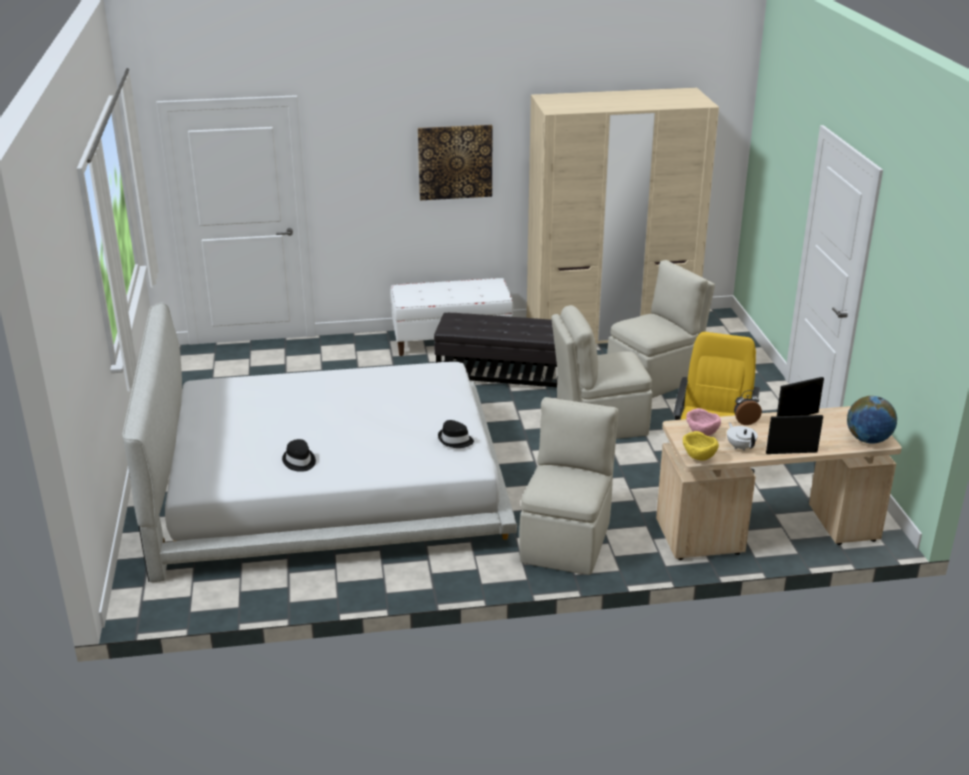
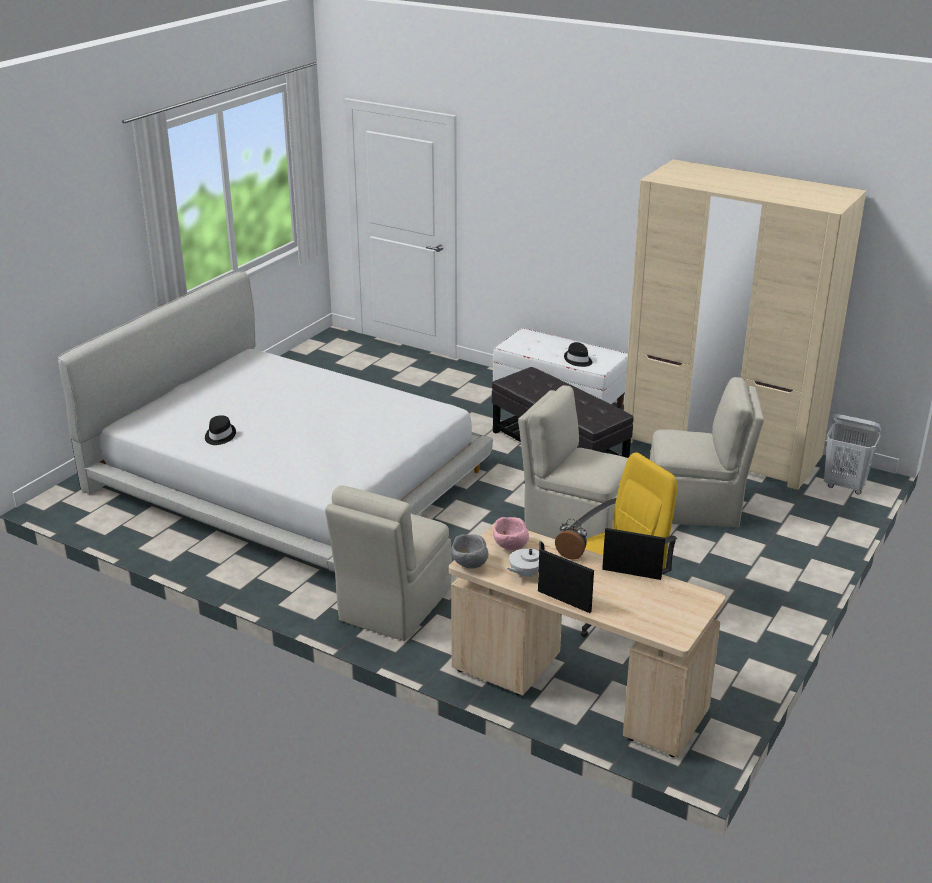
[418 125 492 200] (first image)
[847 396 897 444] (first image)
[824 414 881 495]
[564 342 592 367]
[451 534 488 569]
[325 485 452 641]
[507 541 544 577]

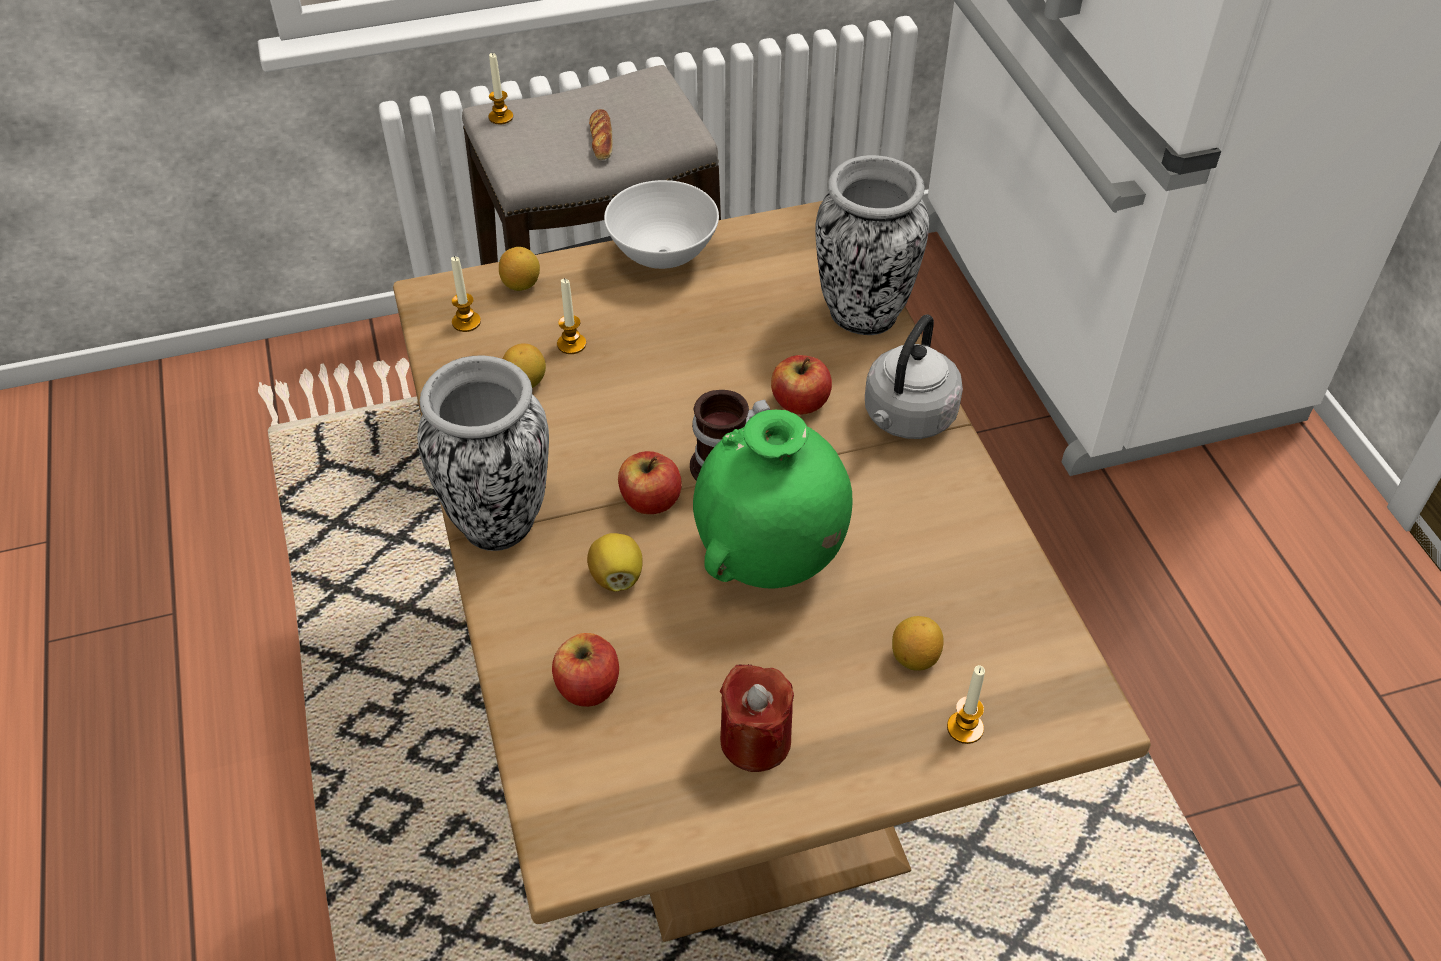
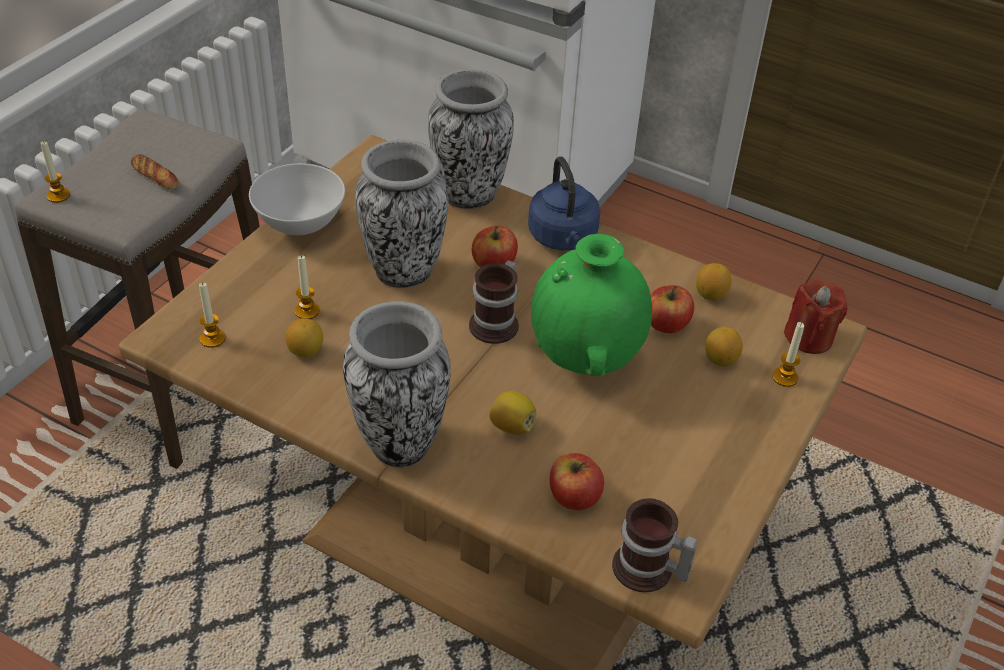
[355 140 449 288]
[612 498 698 592]
[696 263 732 301]
[650 285 694 333]
[784 278 847 354]
[528 157 600 250]

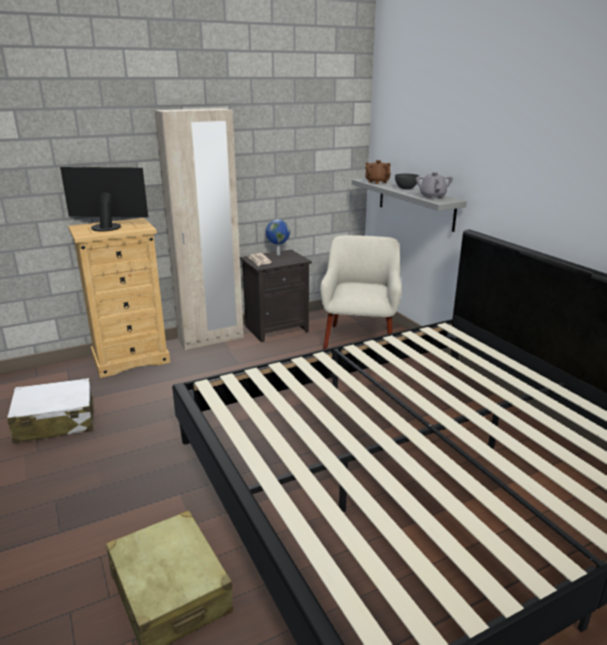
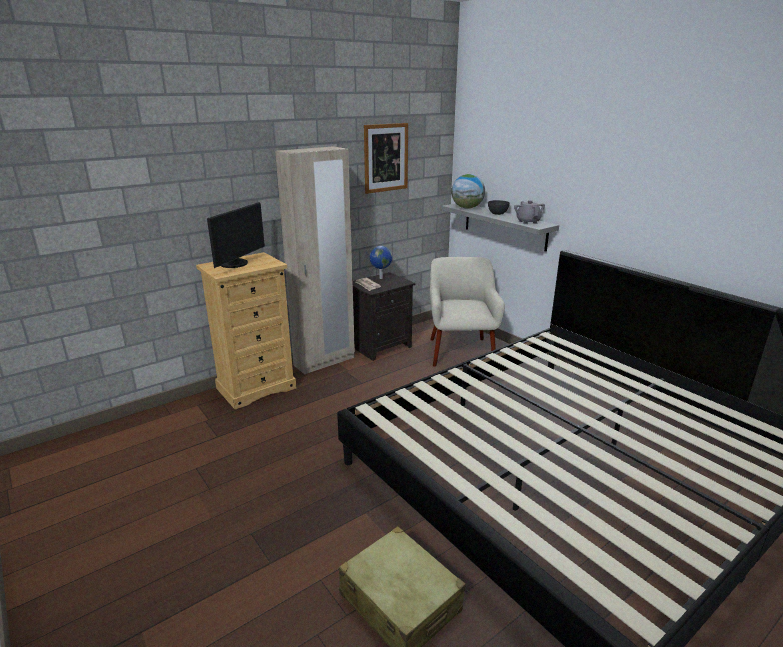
[7 378 94 443] (first image)
[364 123 408 194]
[451 174 485 209]
[207 202 265 268]

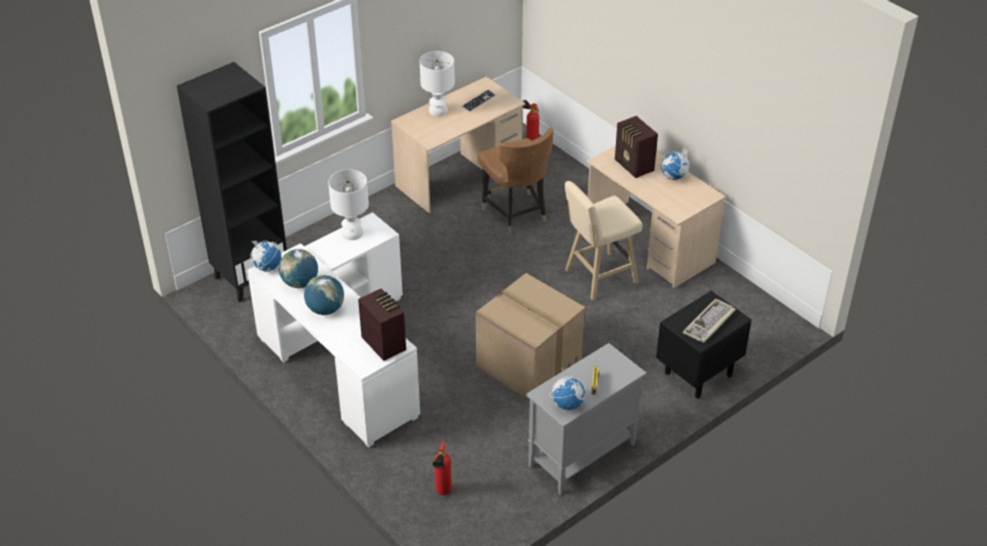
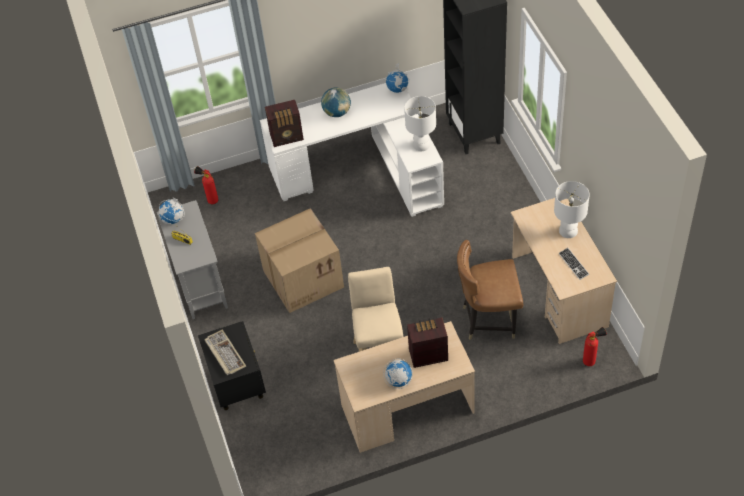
[279 249 318 288] (first image)

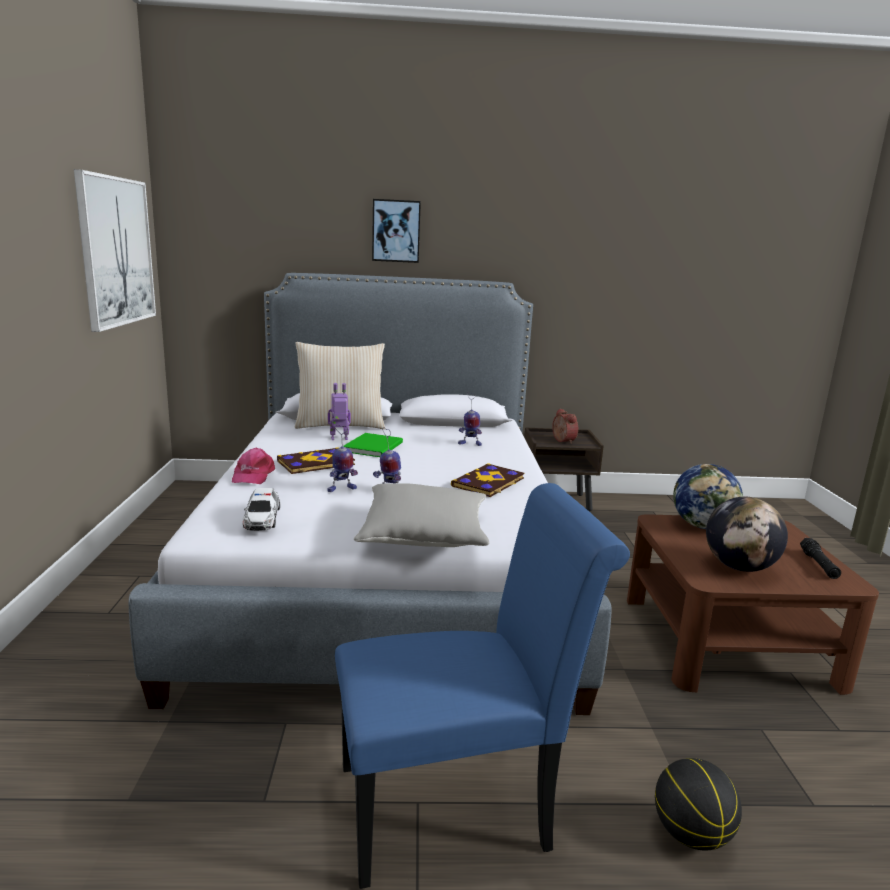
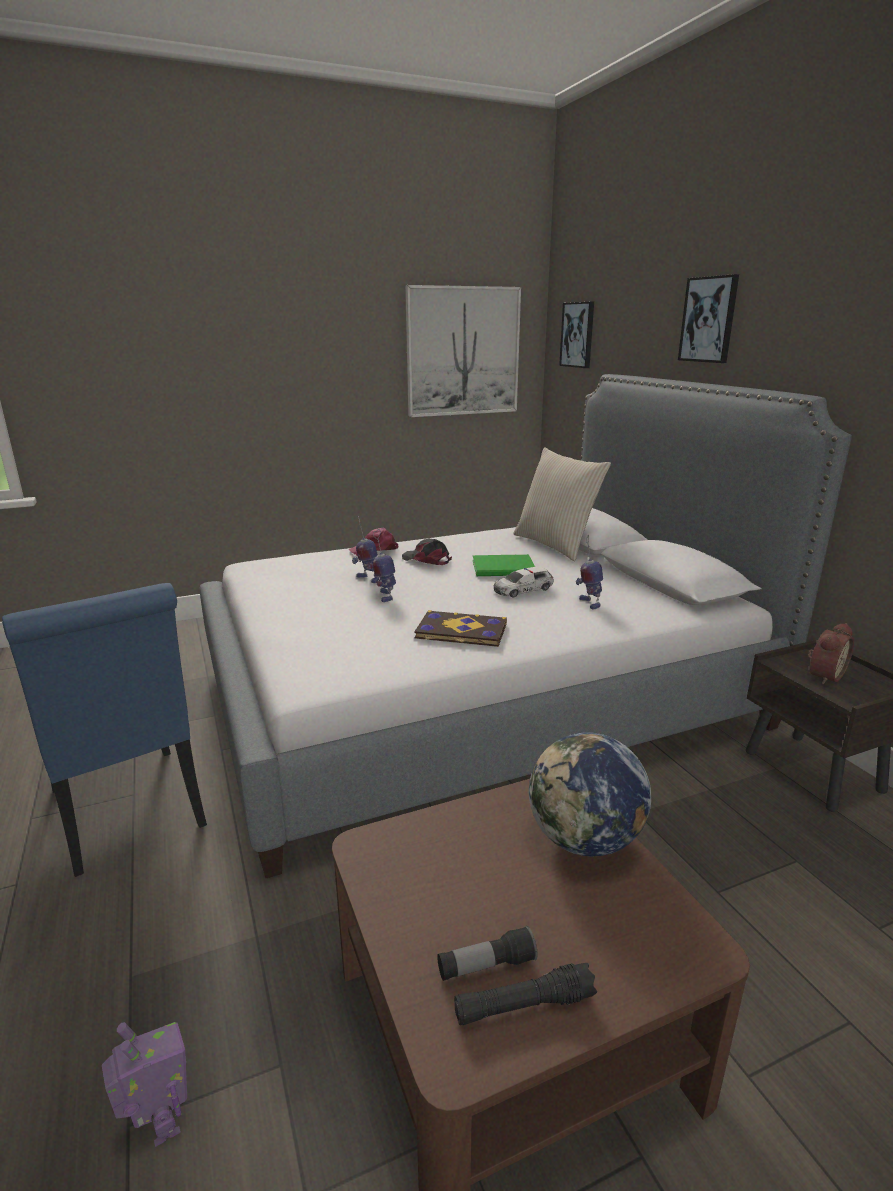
[354 483 490 547] (first image)
[655 758 742 850] (first image)
[706 497 788 572] (first image)
[437 926 538 981]
[559 302 594 368]
[494 567 554 598]
[102 1022 187 1147]
[402 538 452 565]

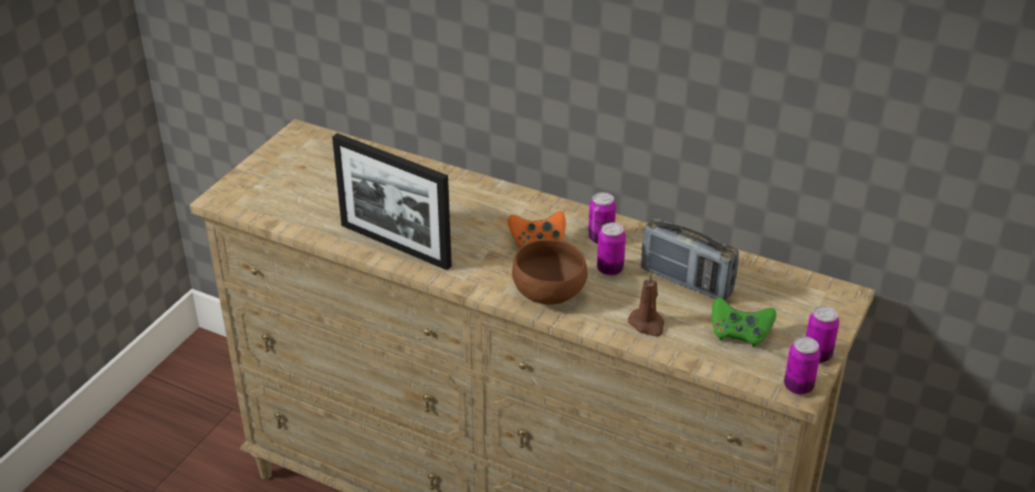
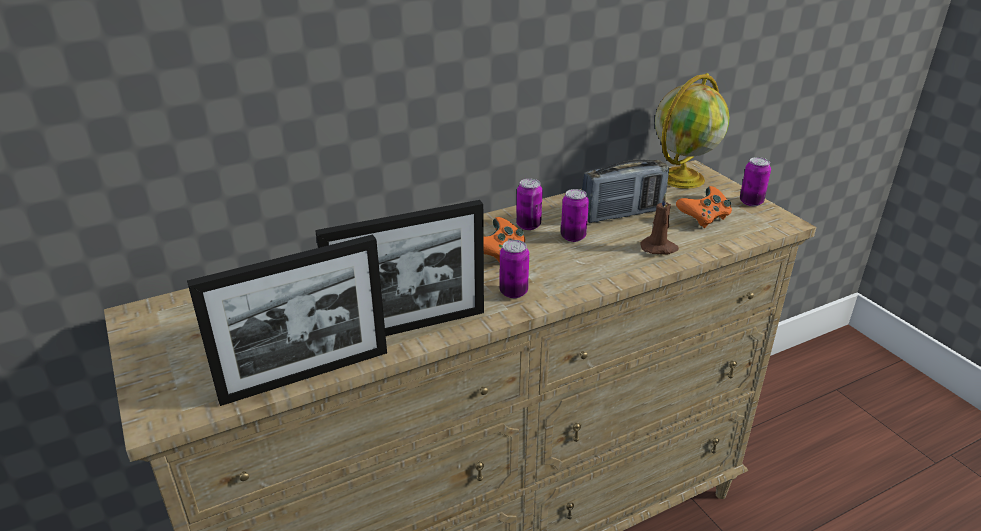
[512 240 588 305] (first image)
[187 234 387 406]
[655 73 729 189]
[499 240 529 298]
[676 186 732 228]

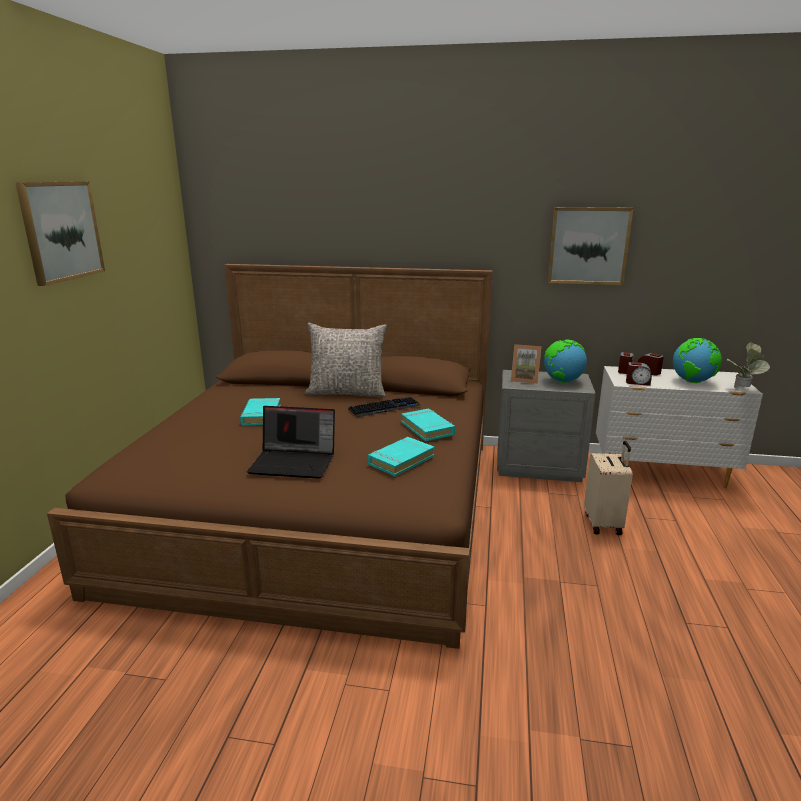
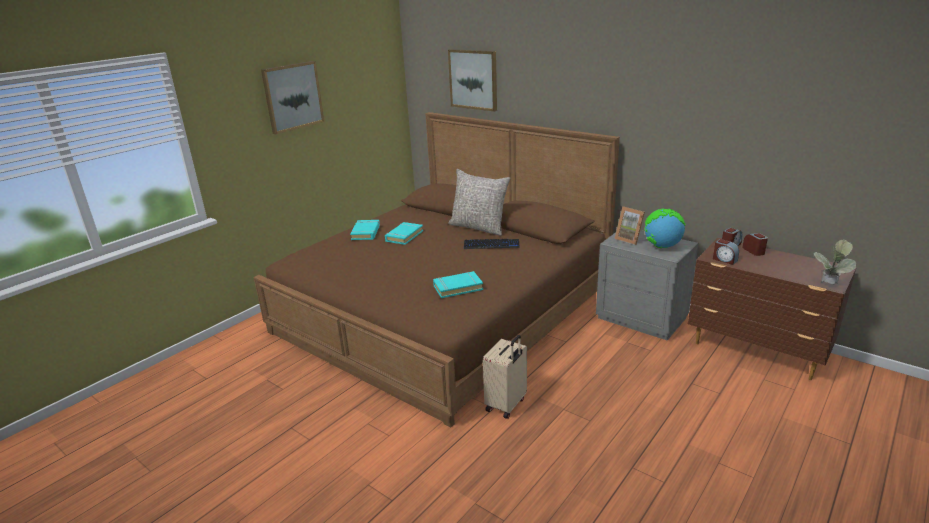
[247 406 335 479] (first image)
[673 338 722 383] (first image)
[350 220 380 240]
[448 49 497 112]
[483 335 527 419]
[688 238 856 380]

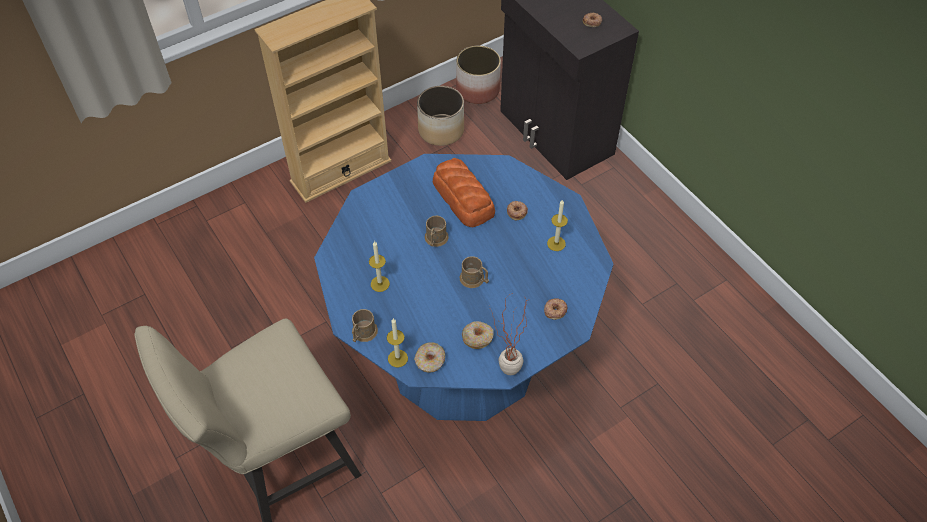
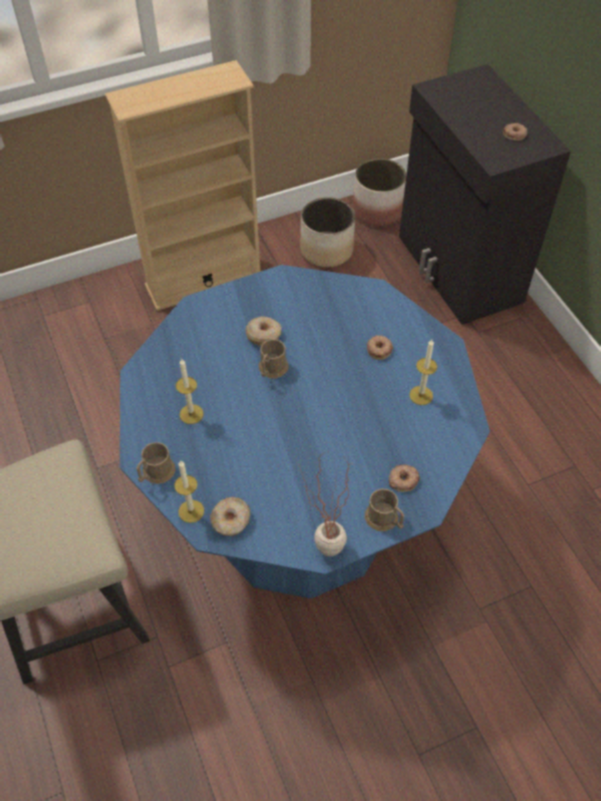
[433 158 495 227] (first image)
[365 489 404 531]
[246 316 282 346]

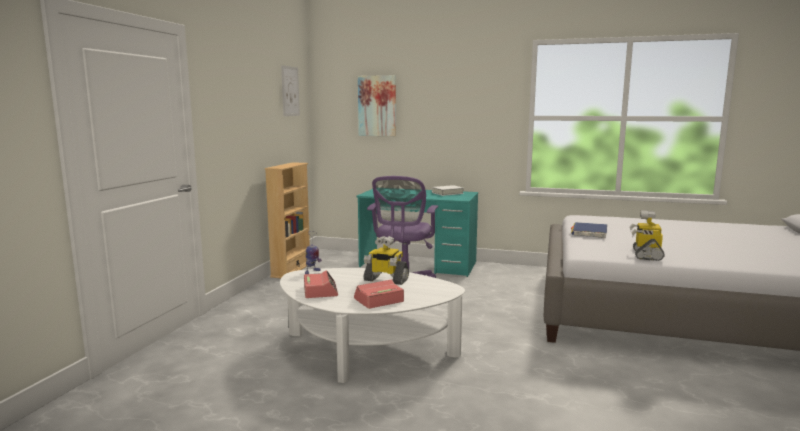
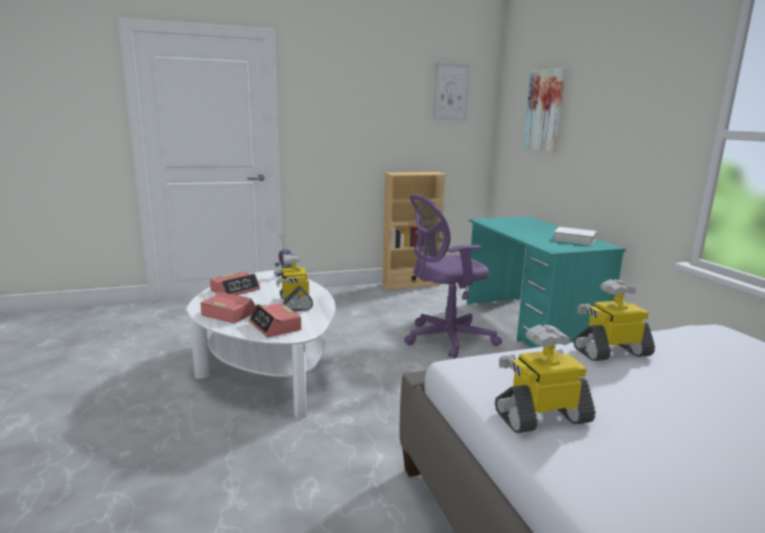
[249 303 301 338]
[573 279 655 361]

